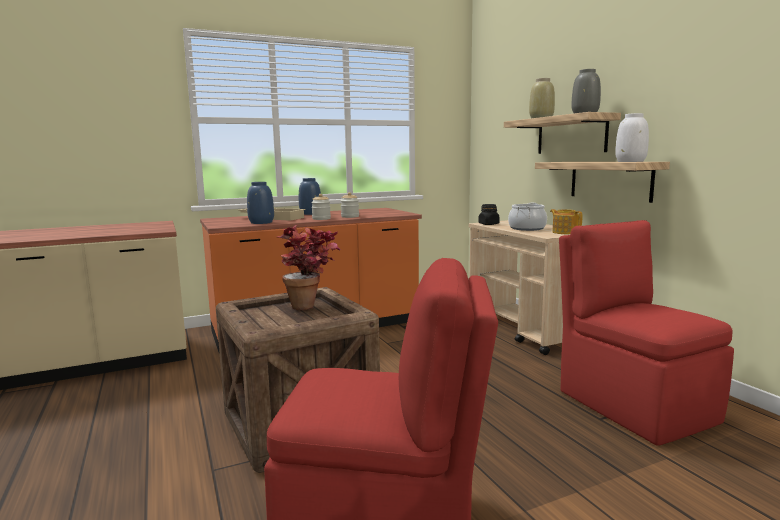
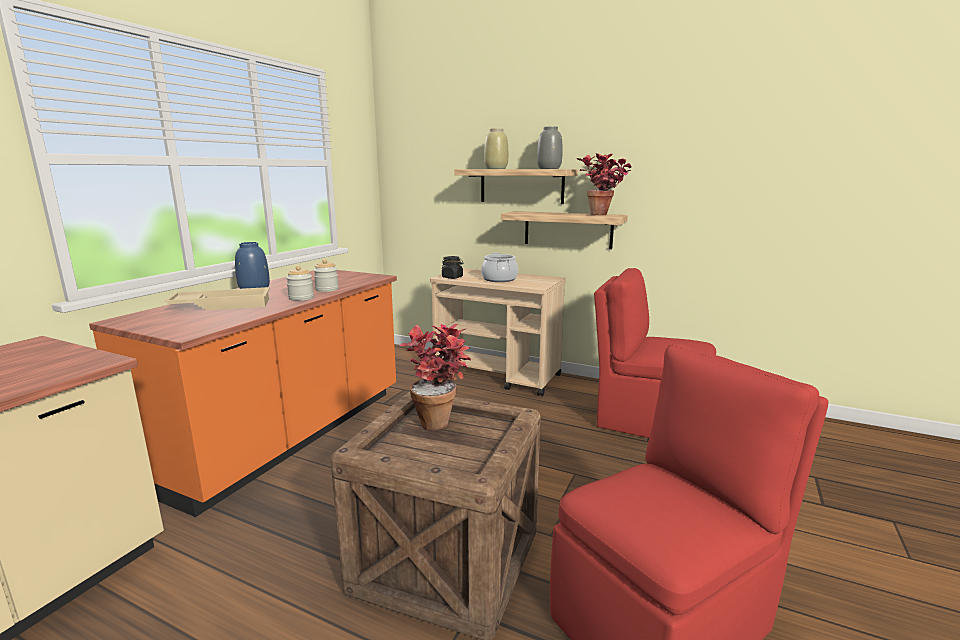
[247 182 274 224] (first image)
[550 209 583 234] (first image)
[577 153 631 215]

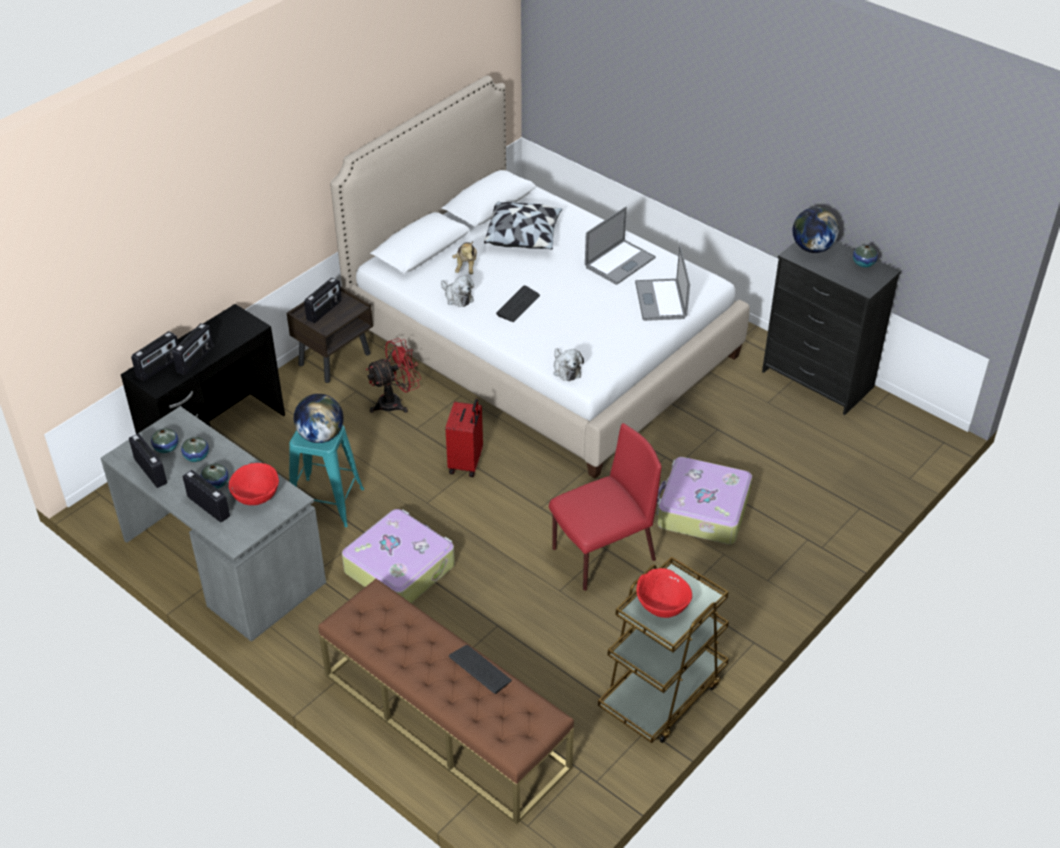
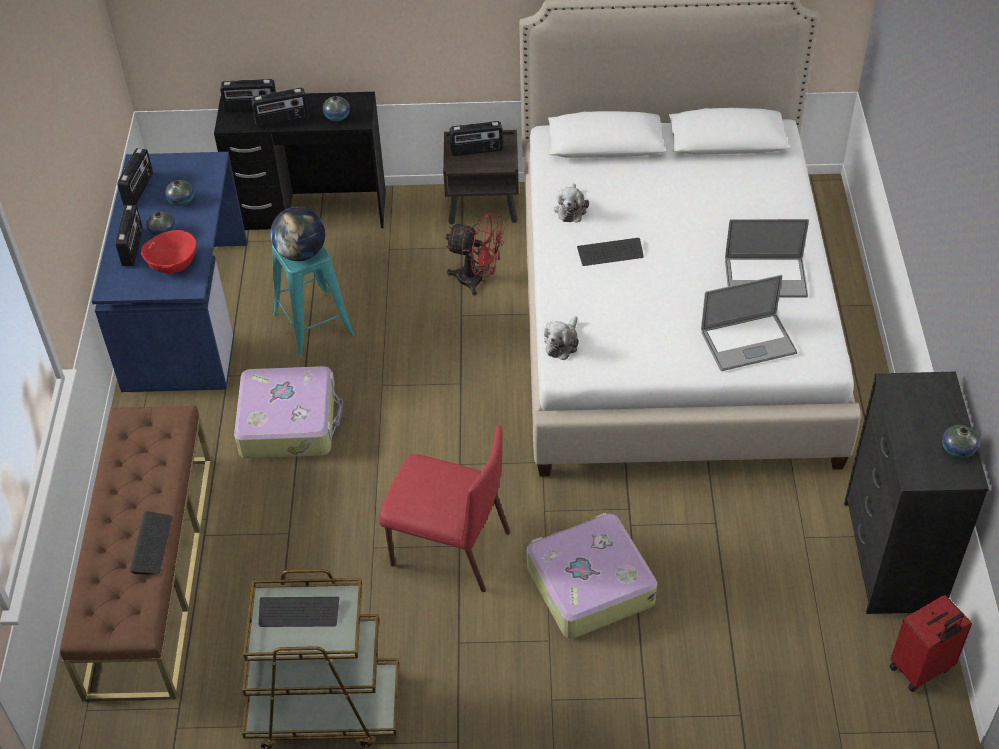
[452 242 477 274] (first image)
[484 201 563 249] (first image)
[793 207 839 253] (first image)
[323 96 350 121]
[890 595 972 692]
[259 597 339 627]
[92 152 247 392]
[701 275 797 371]

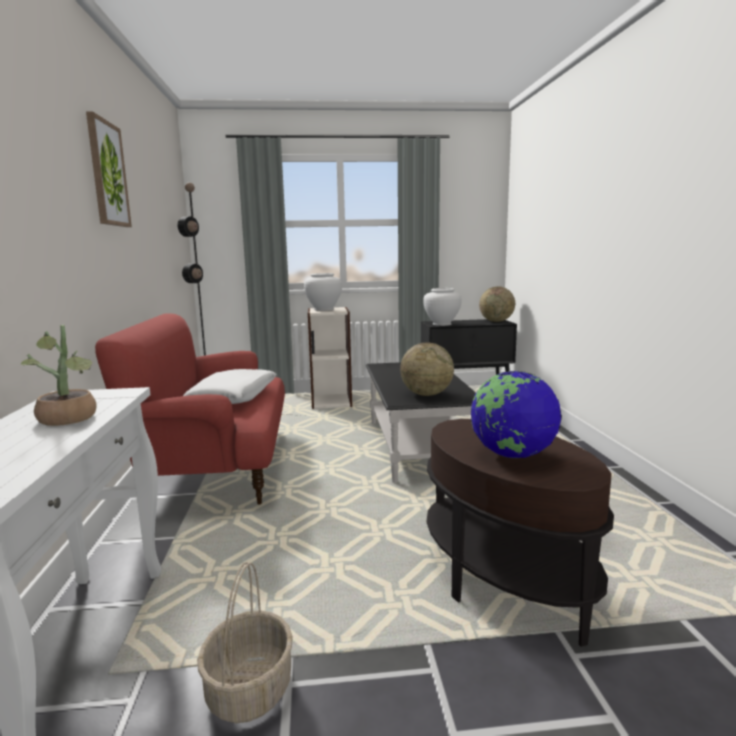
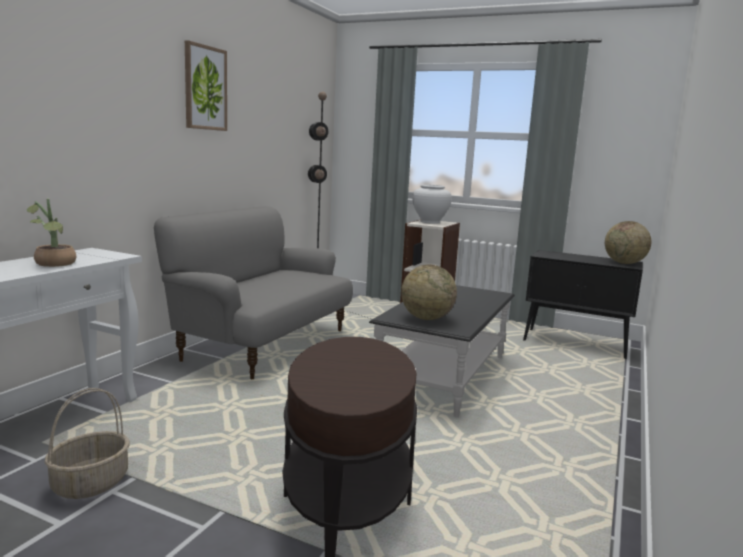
[183 369 277 404] (first image)
[423 288 462 326] (first image)
[471 371 562 458] (first image)
[154 206 353 379]

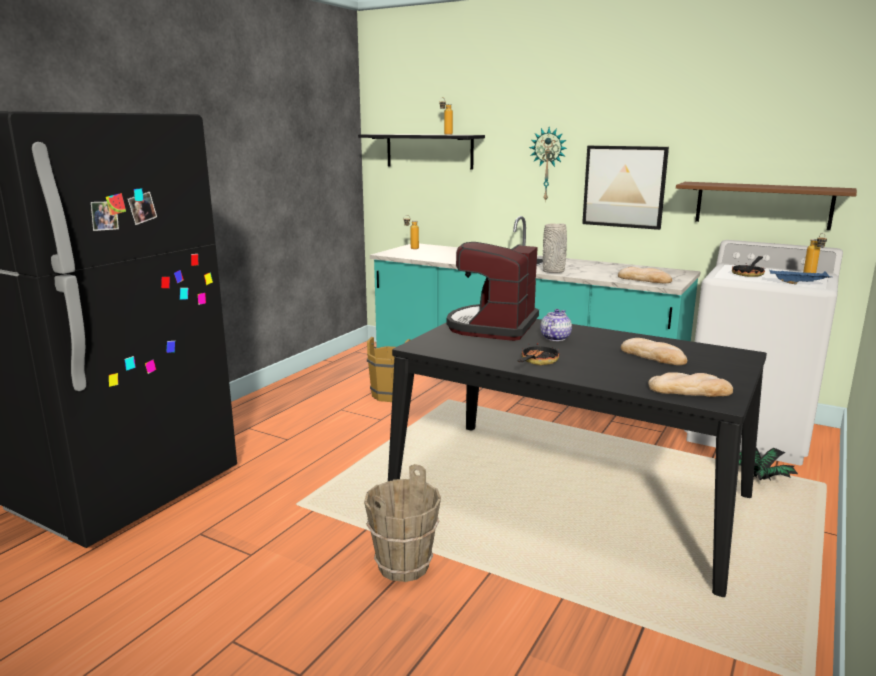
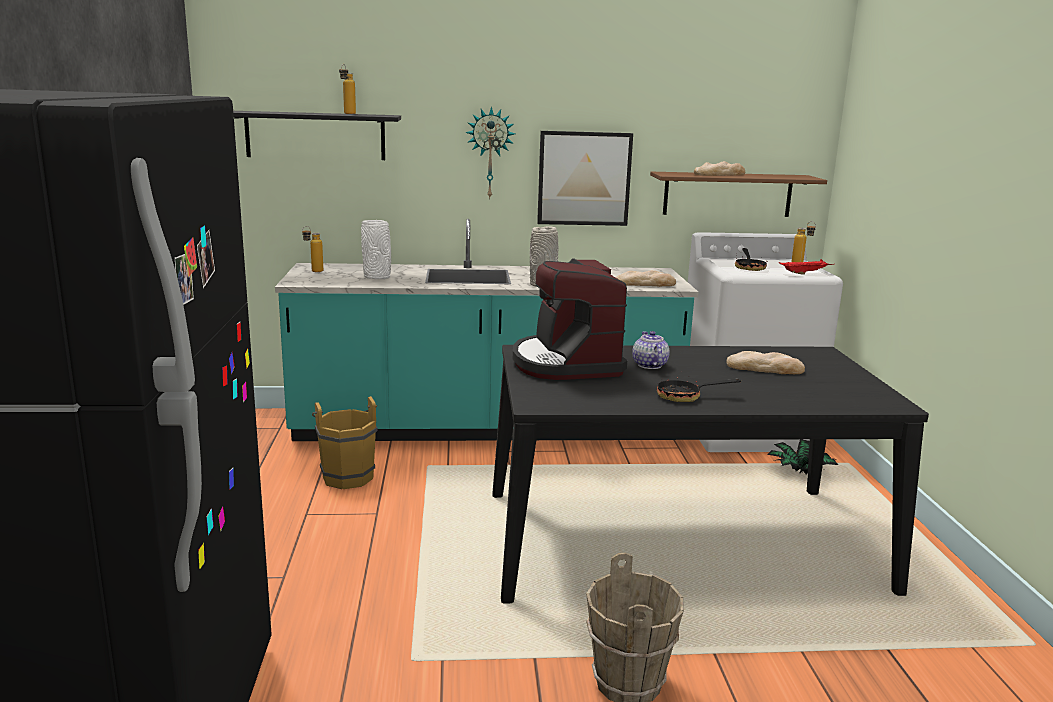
[361 220 391 279]
[694 161 745 176]
[779 259 834 274]
[657 376 741 402]

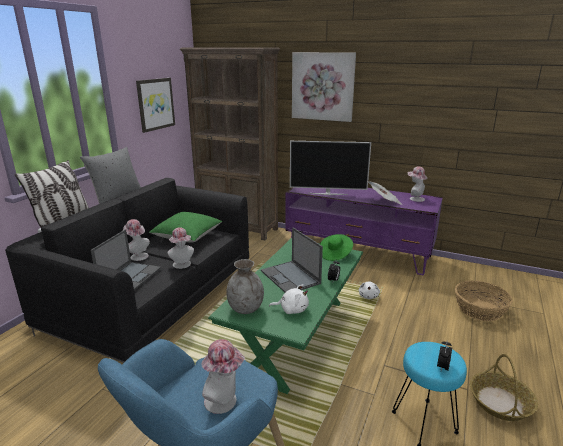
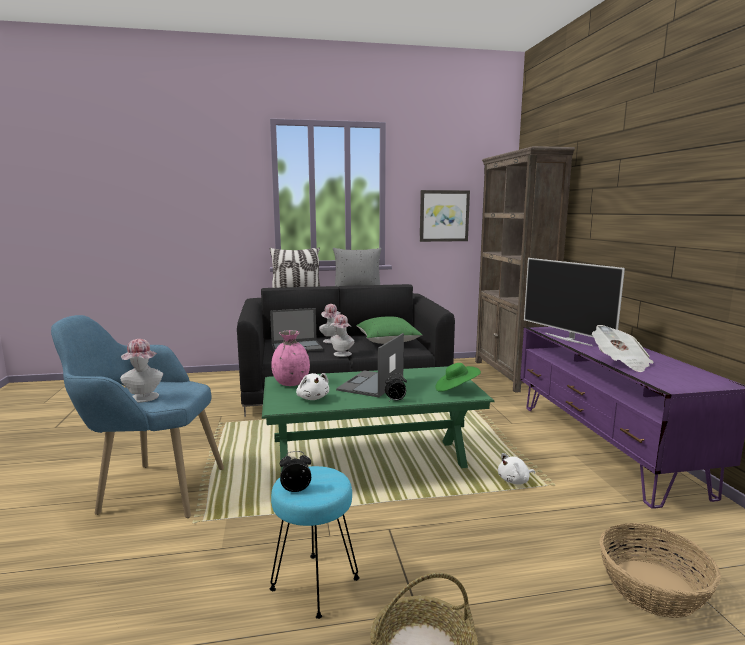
[292 52 356 122] (first image)
[408 167 427 202] (first image)
[271 330 310 386]

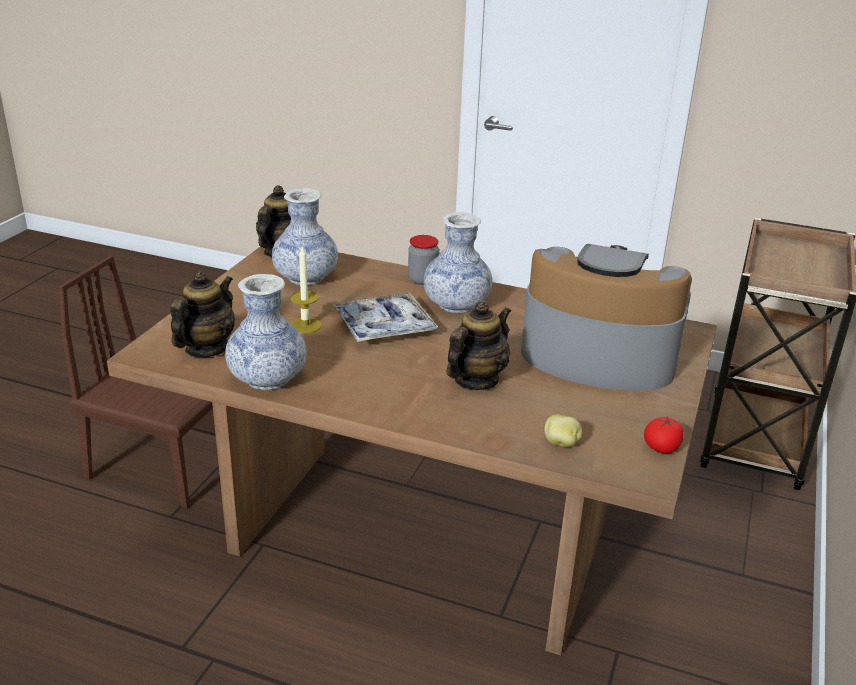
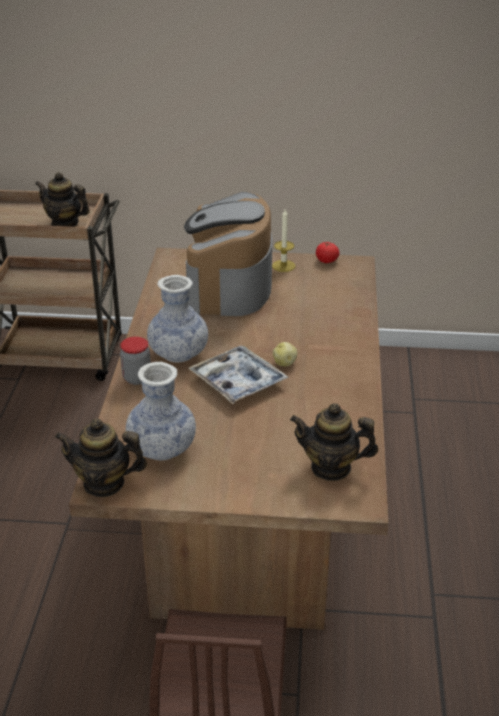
[225 274 306 390] (first image)
[272 209 296 272]
[35 172 90 227]
[273 342 297 366]

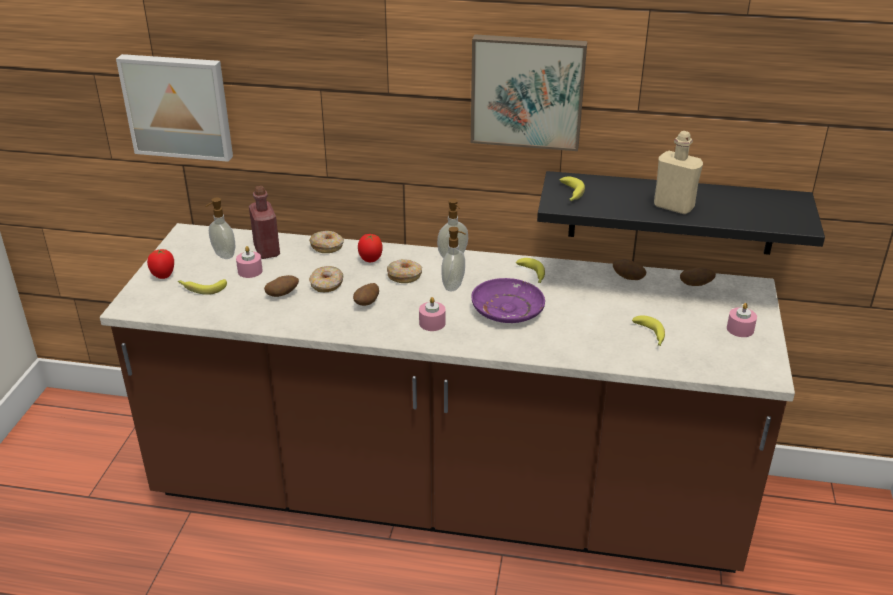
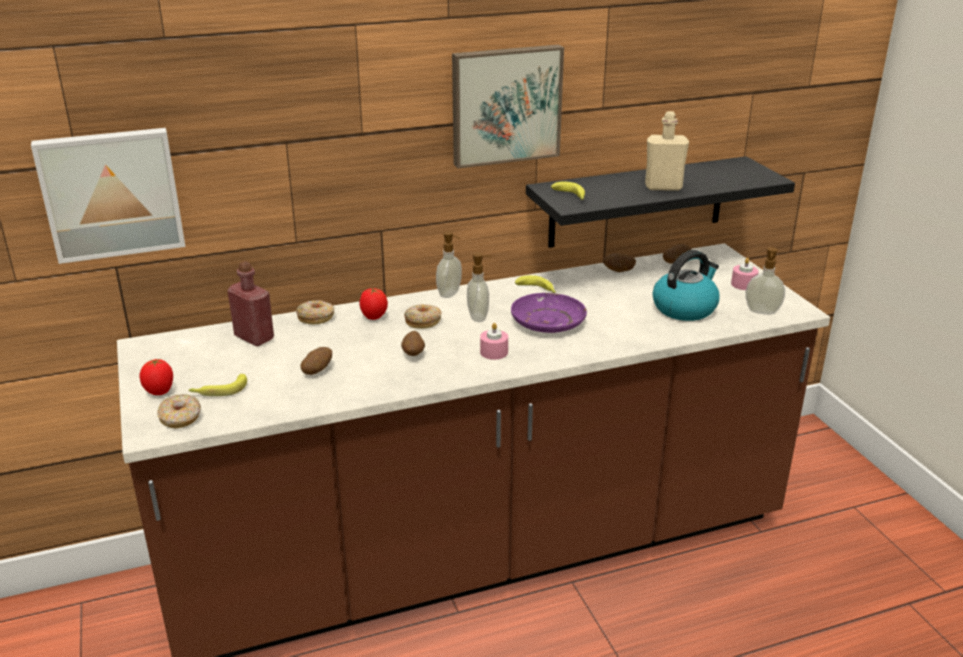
[236 246 263 278] (first image)
[746 247 785 315]
[157 394 201 429]
[653 250 720 321]

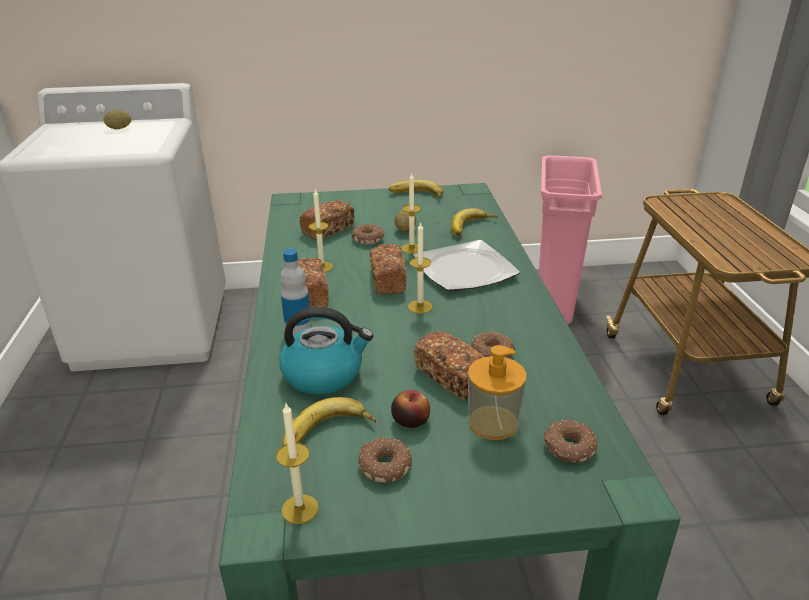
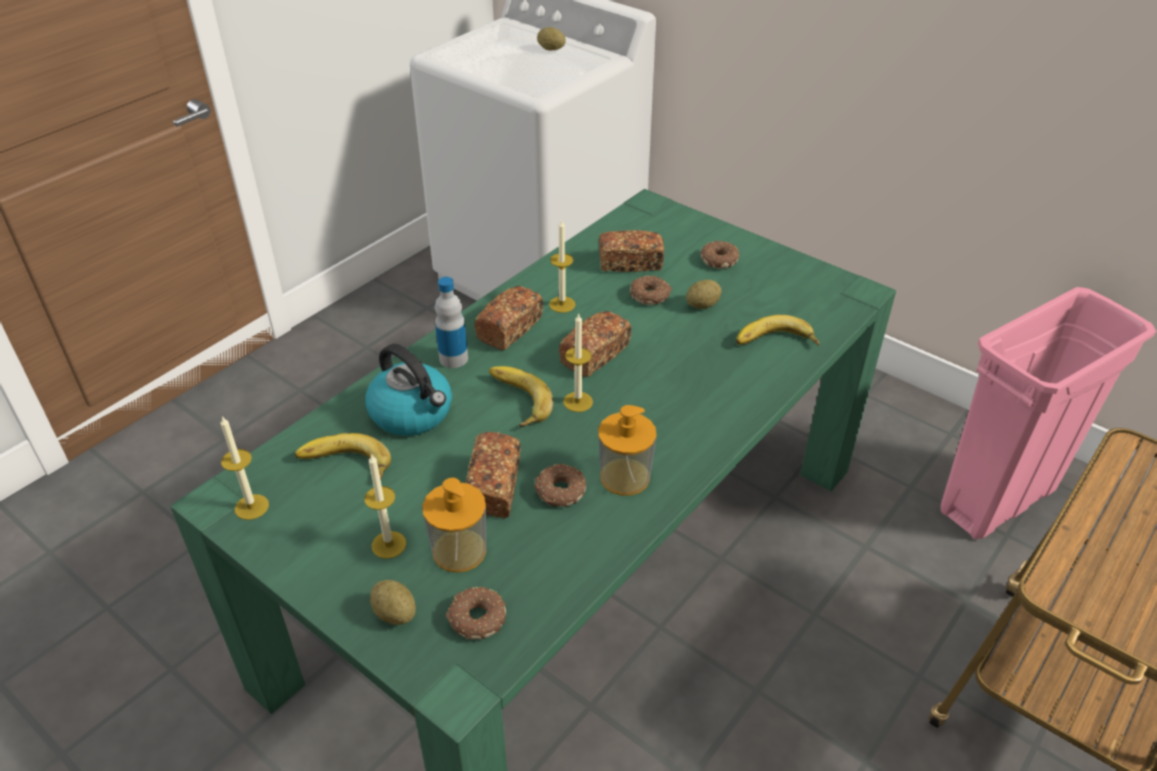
[391 390 430 428] (first image)
[413 240 520 291] (first image)
[370 580 416 625]
[598 405 657 495]
[700 241 740 269]
[489 366 553 427]
[364 454 406 559]

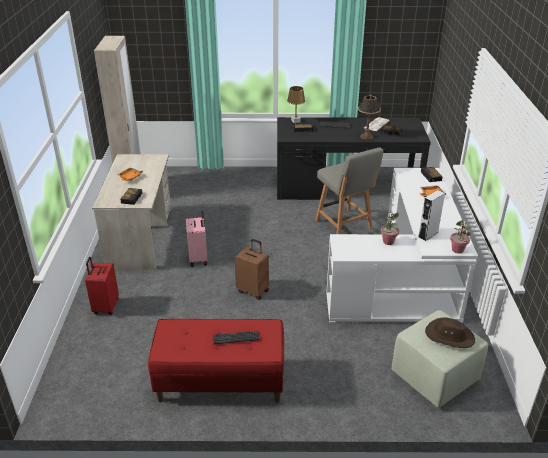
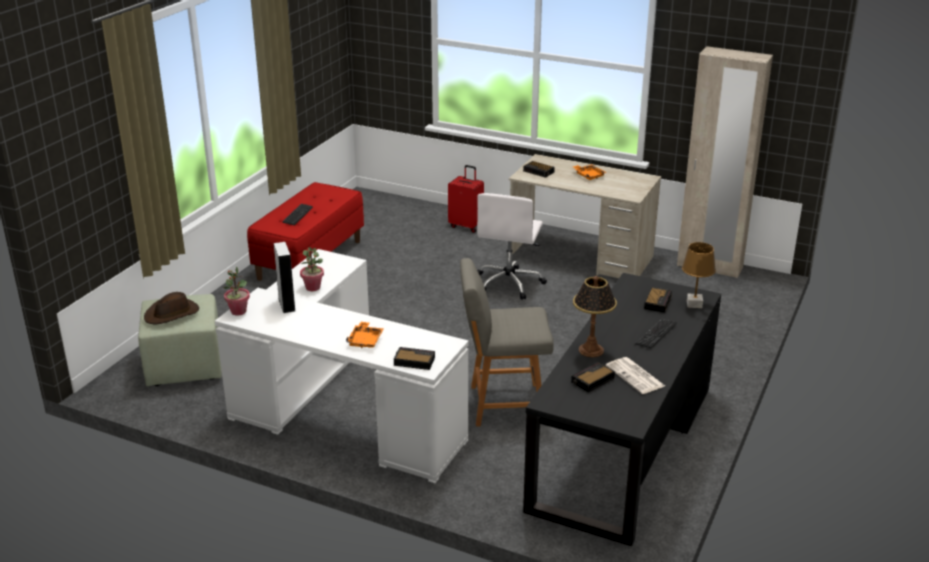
[235 239 269 300] (first image)
[477 193 547 300]

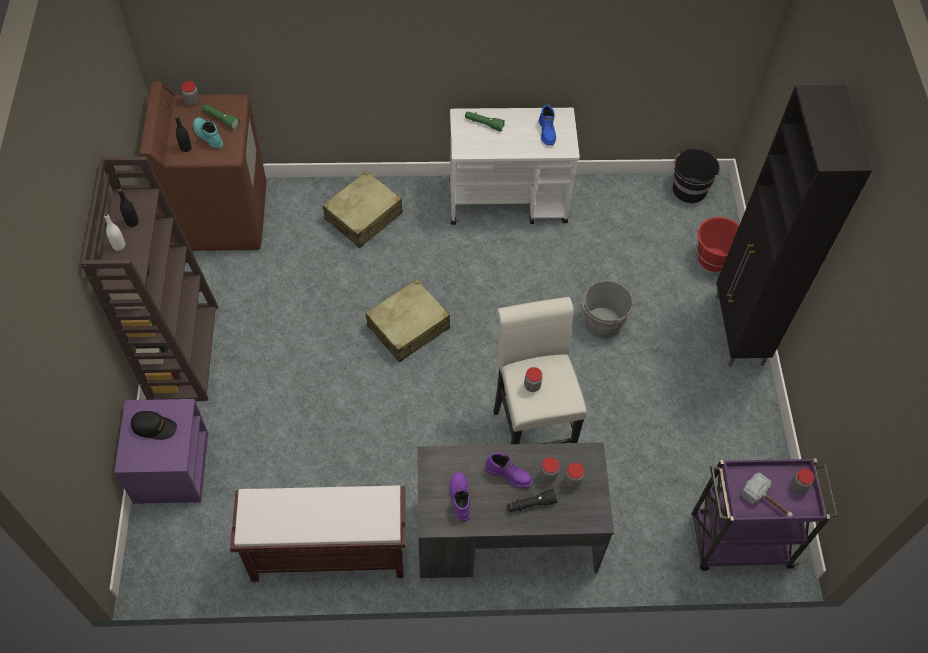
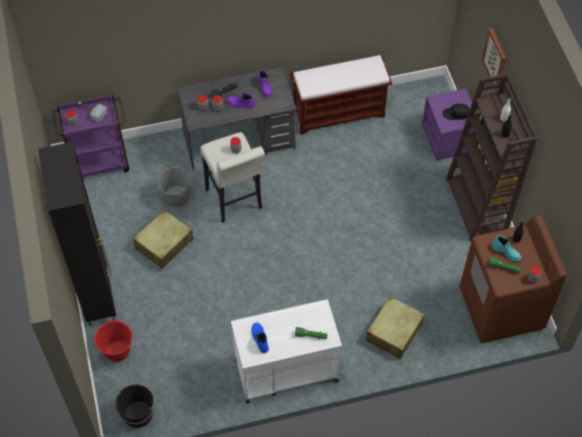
[482 28 506 90]
[133 210 193 268]
[157 166 192 207]

